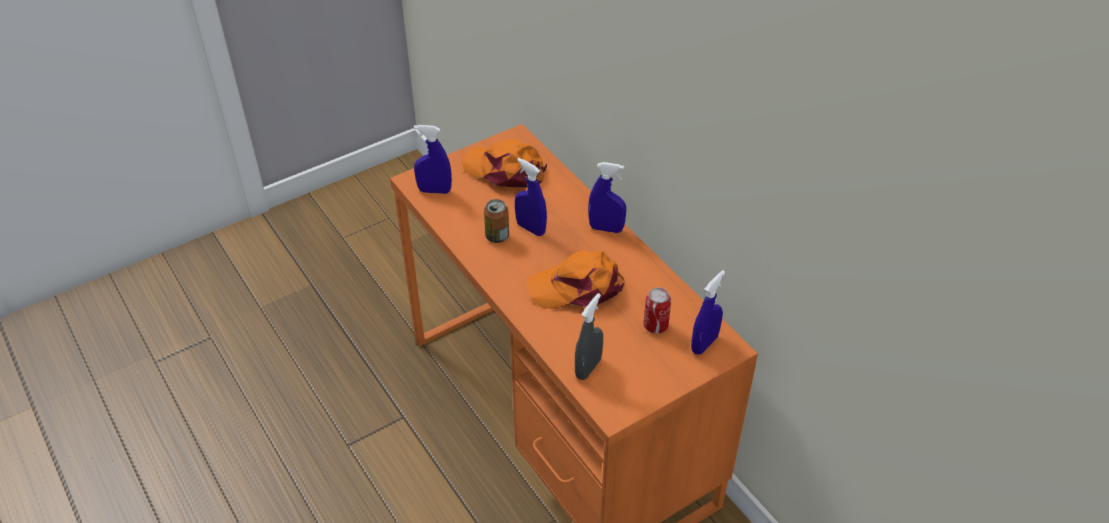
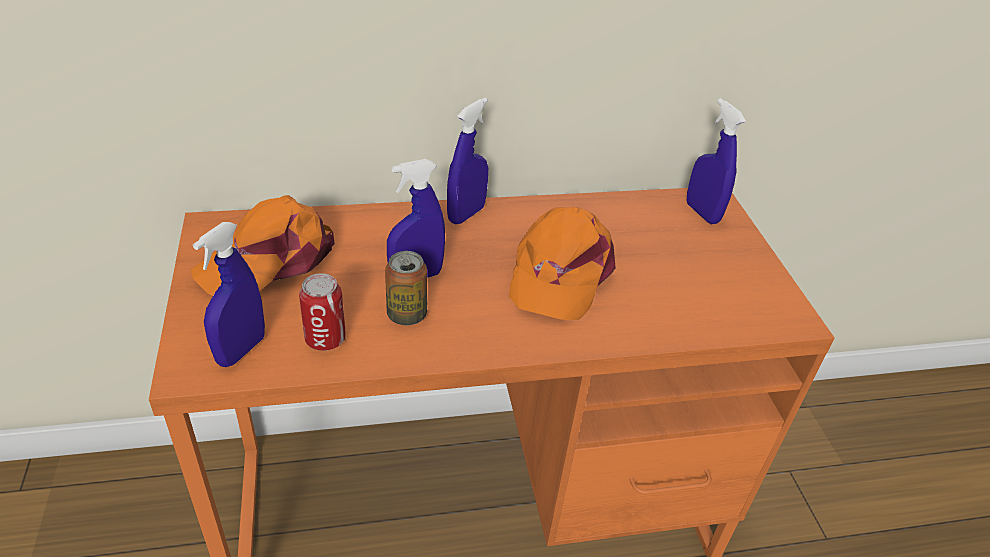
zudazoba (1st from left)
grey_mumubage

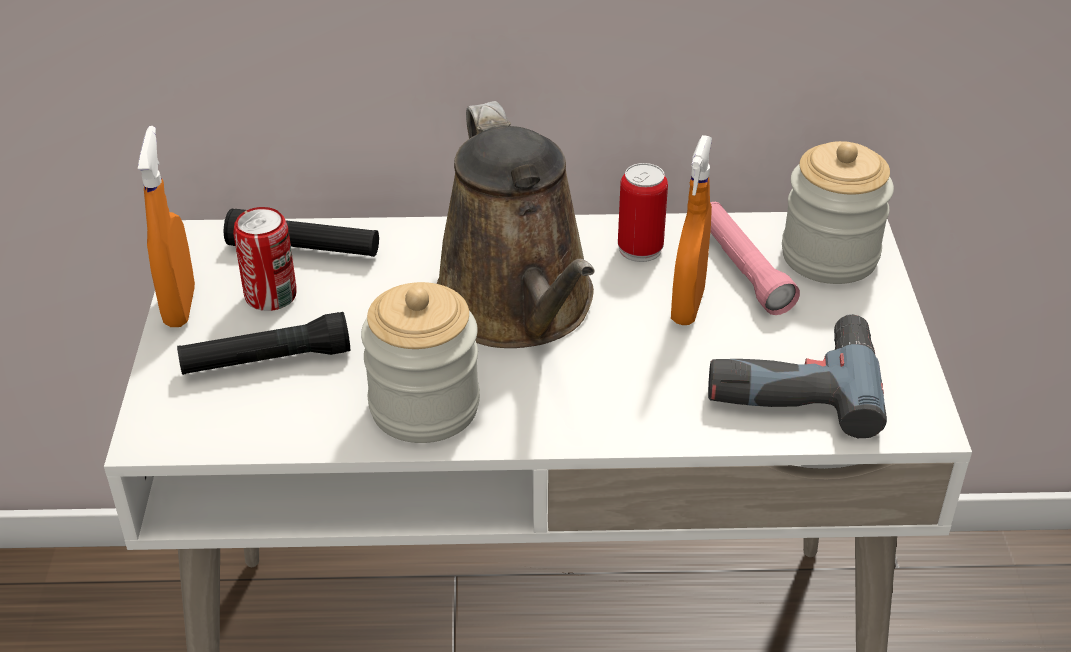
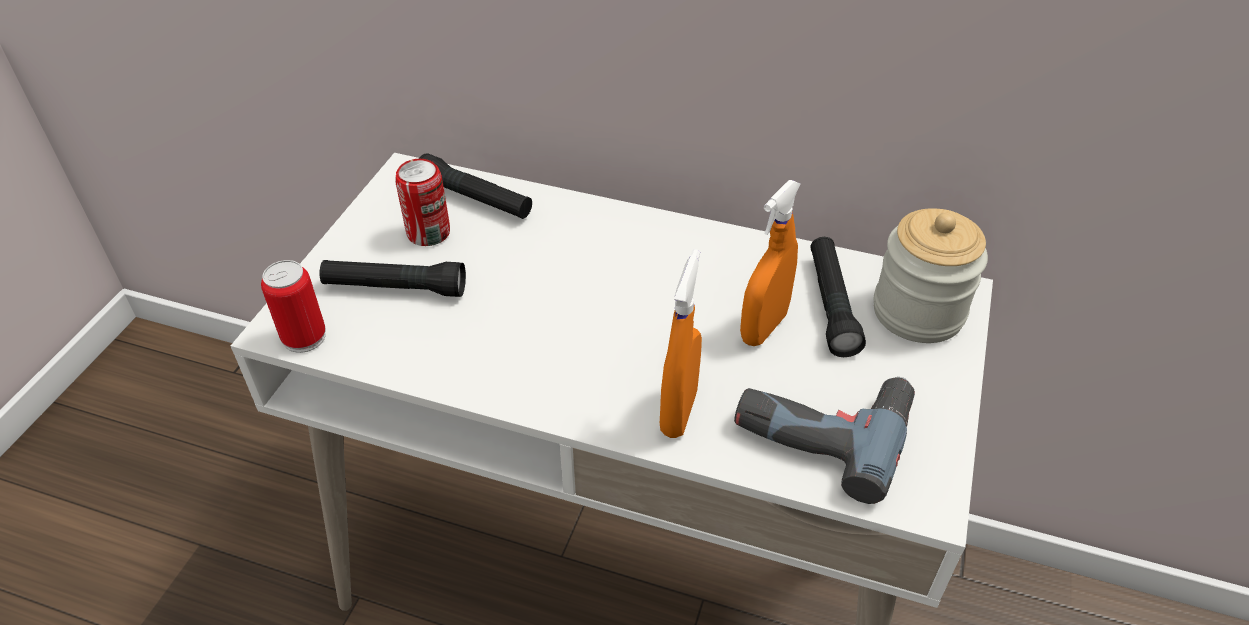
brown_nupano
orange_mumubage (1st from left)
zudazoba (1st from left)
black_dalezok (3rd from left)
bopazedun (1st from left in the first image)

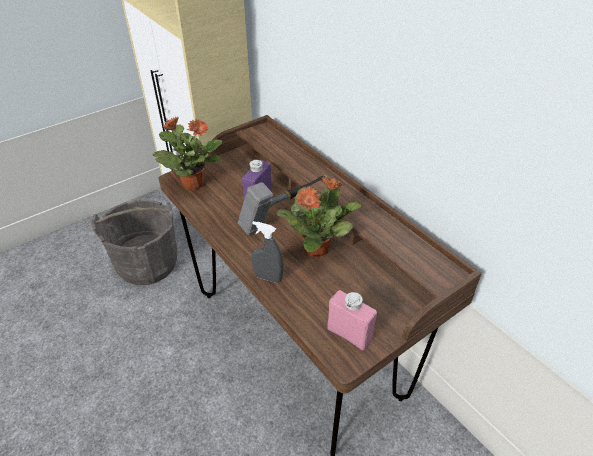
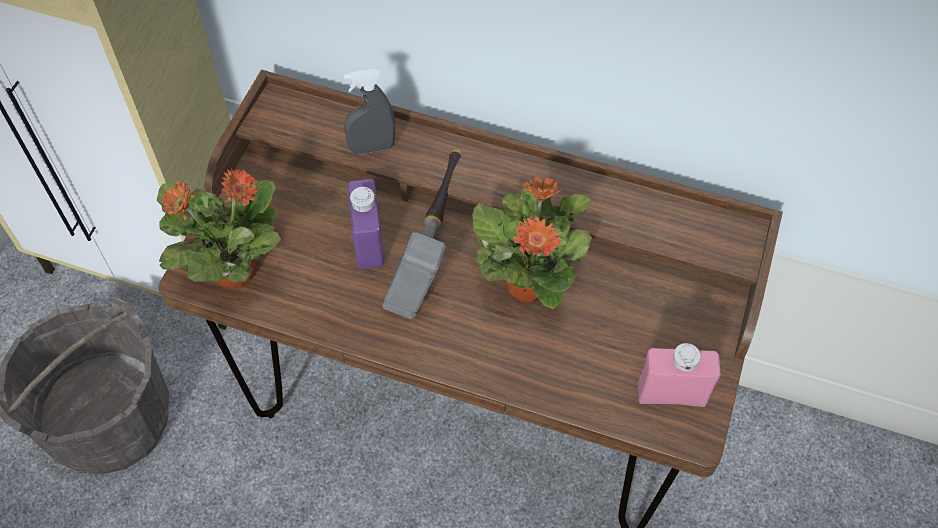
grey_mumubage

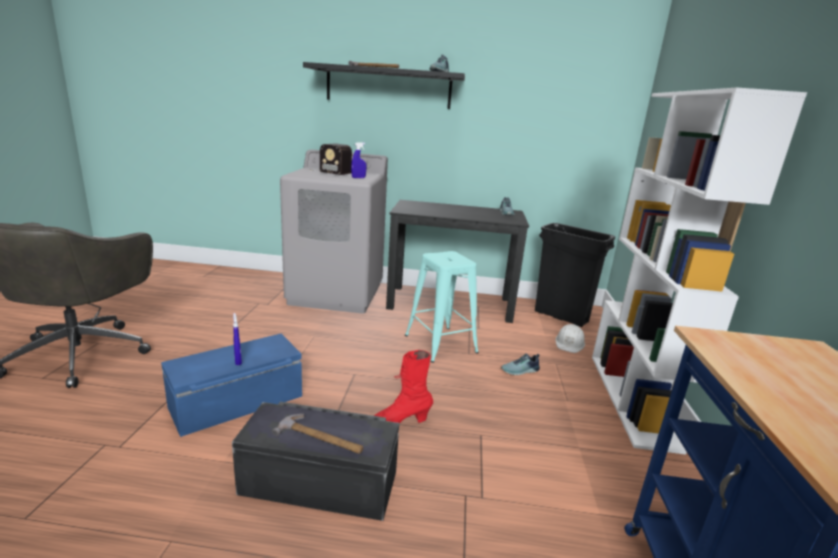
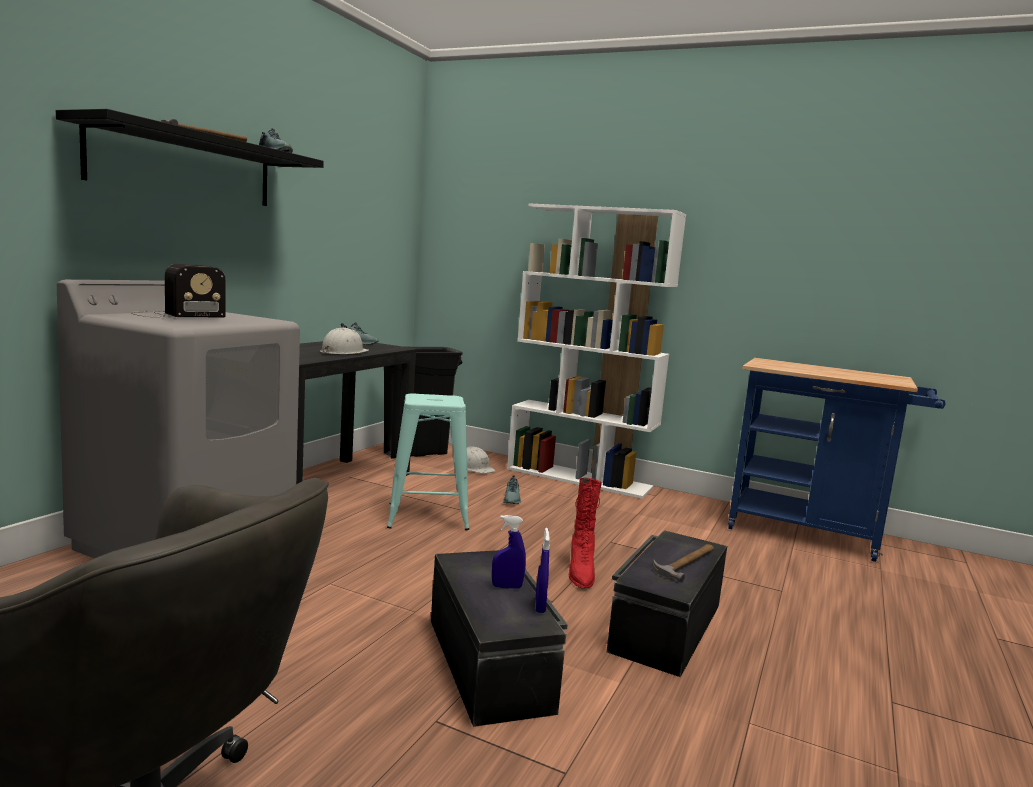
blue_mumubage (2nd from left)
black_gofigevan (1st from left)
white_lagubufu (1st from left)

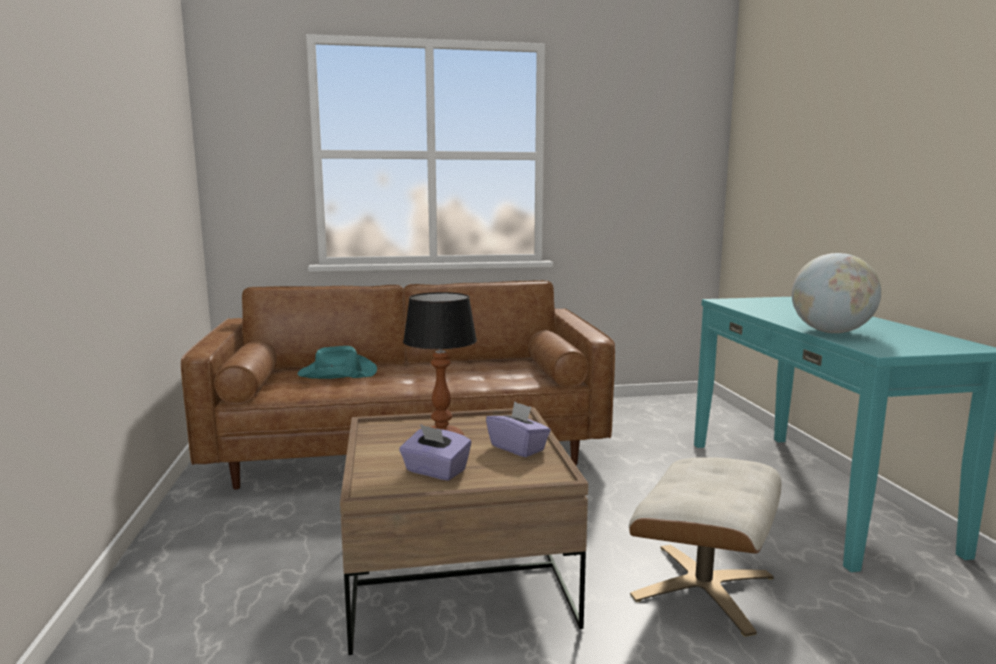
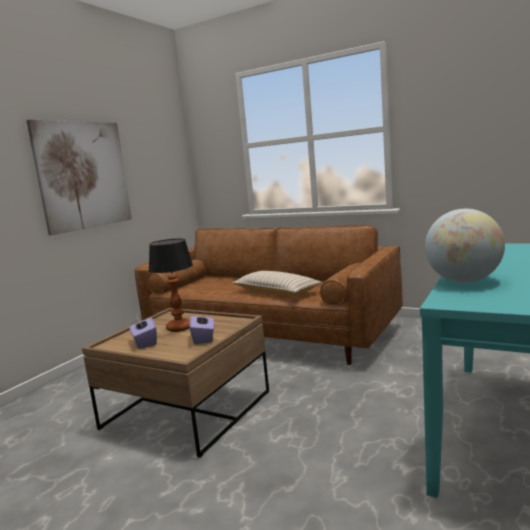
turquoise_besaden
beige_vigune
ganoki
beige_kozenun

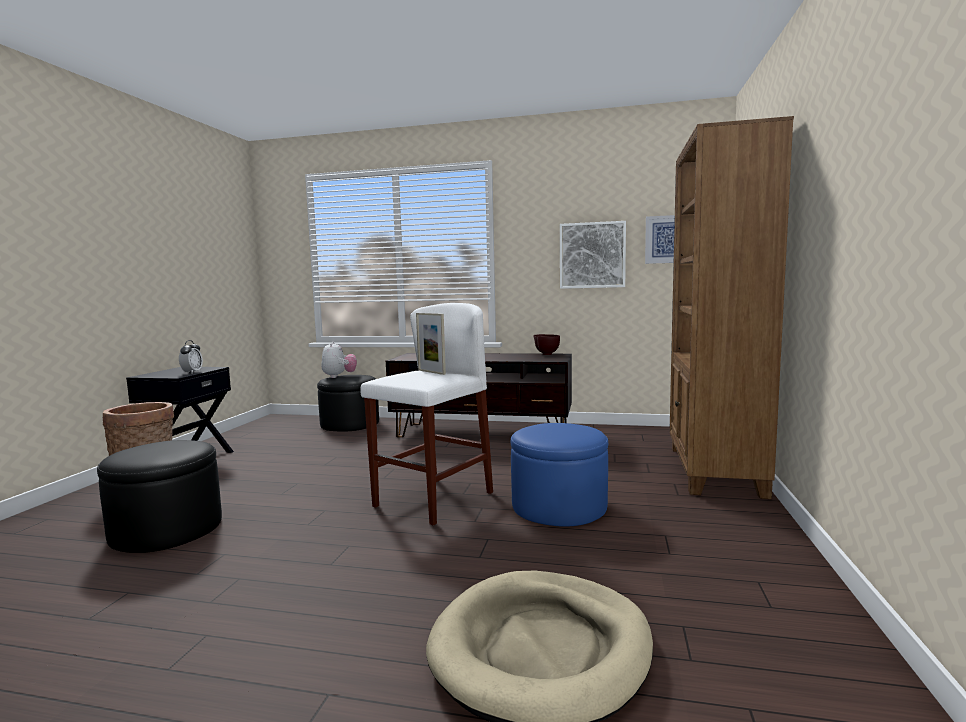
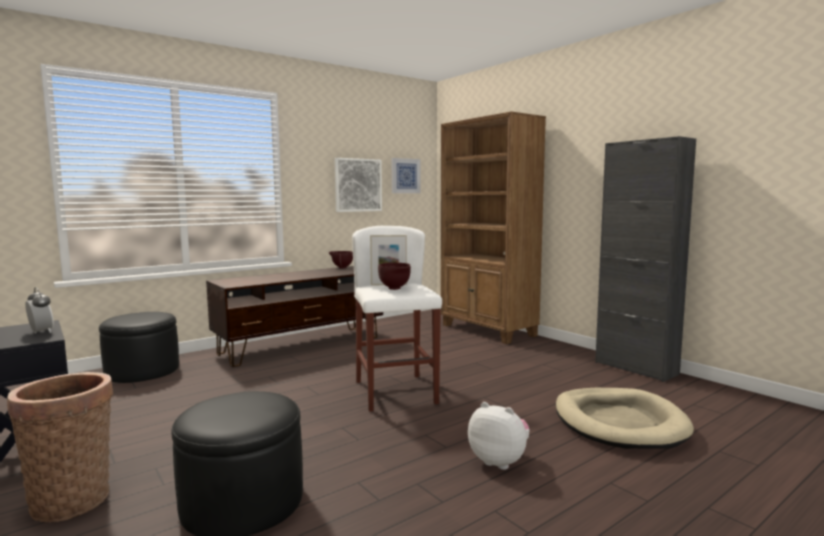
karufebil
blue_vigune
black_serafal
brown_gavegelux (2nd from left)

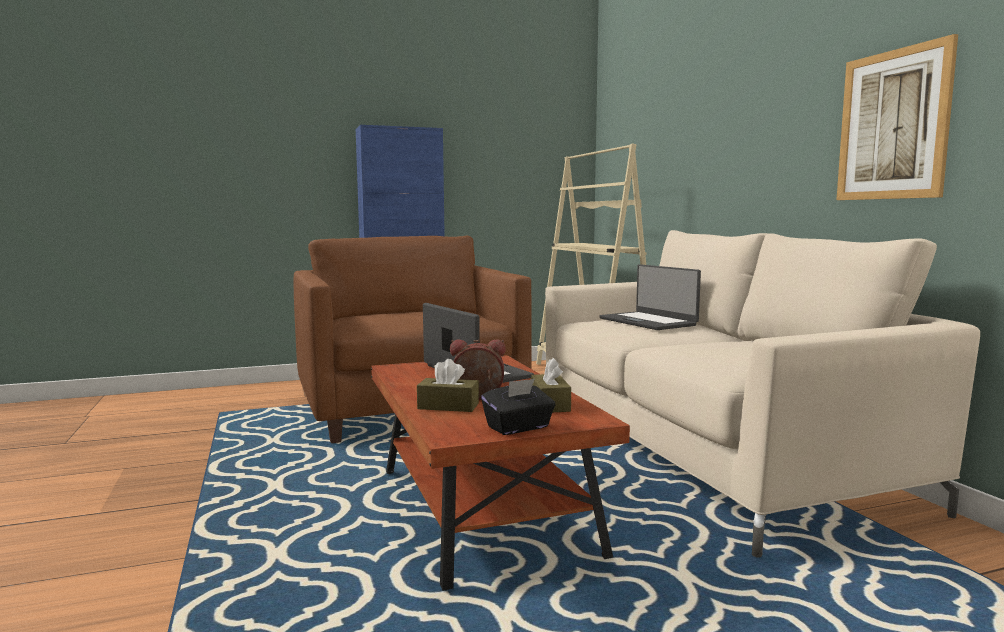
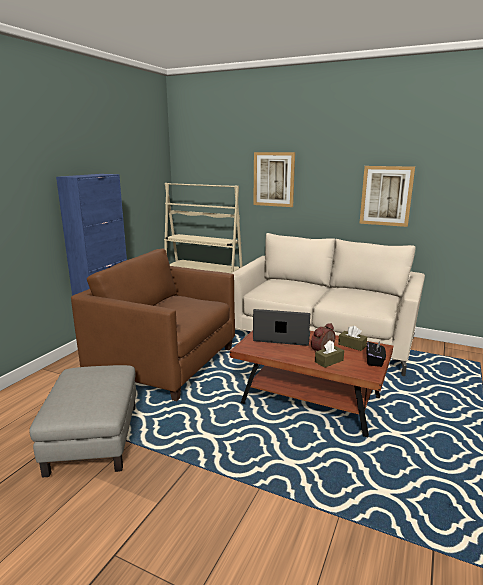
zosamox (2nd from left in the first image)
ganoki (1st from left)
grey_vigune

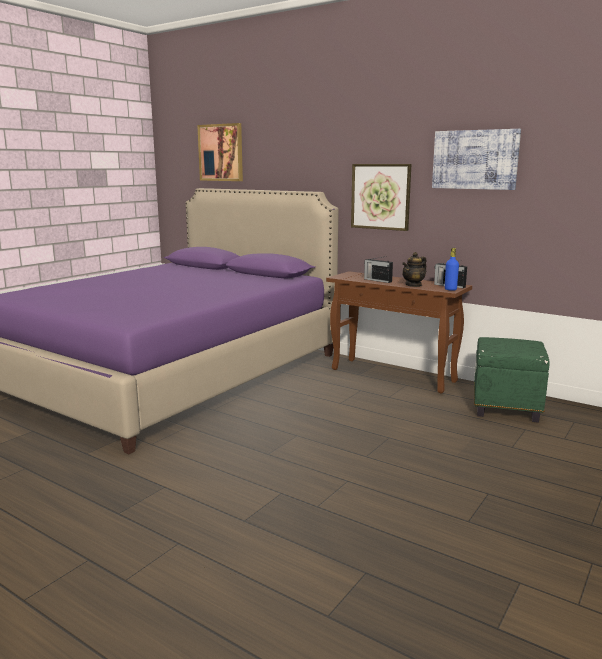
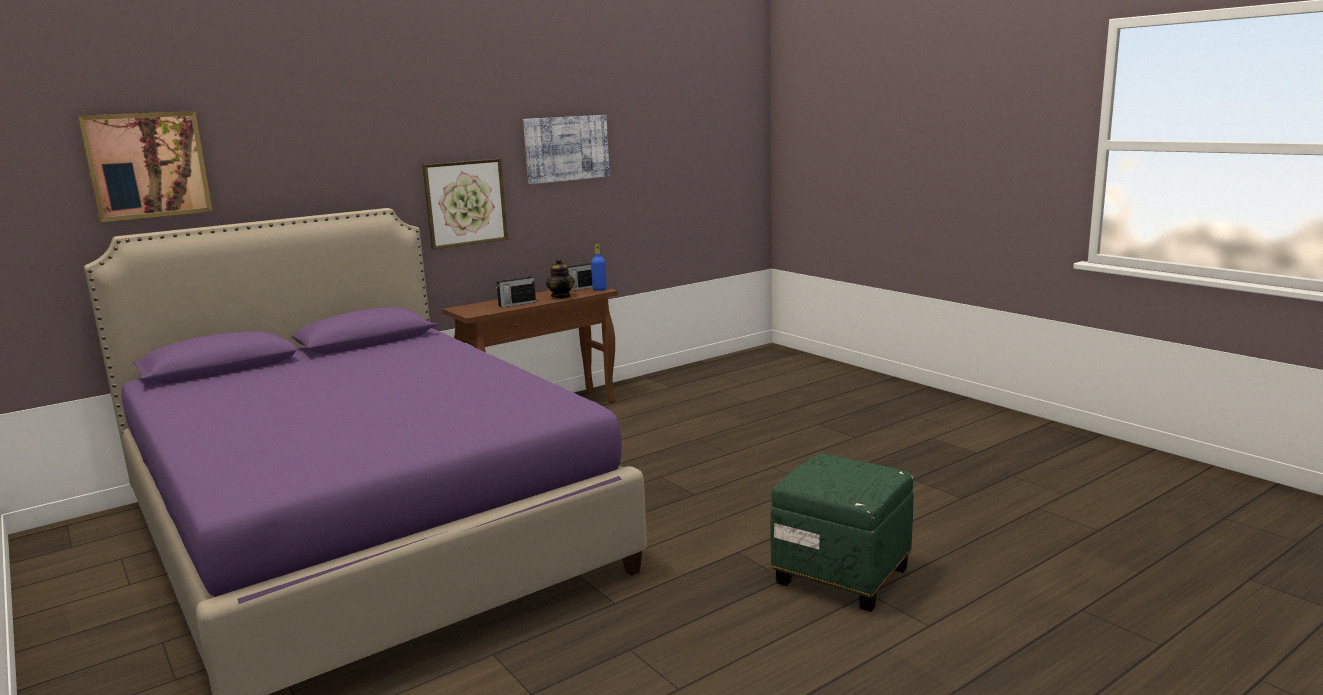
green_vigune

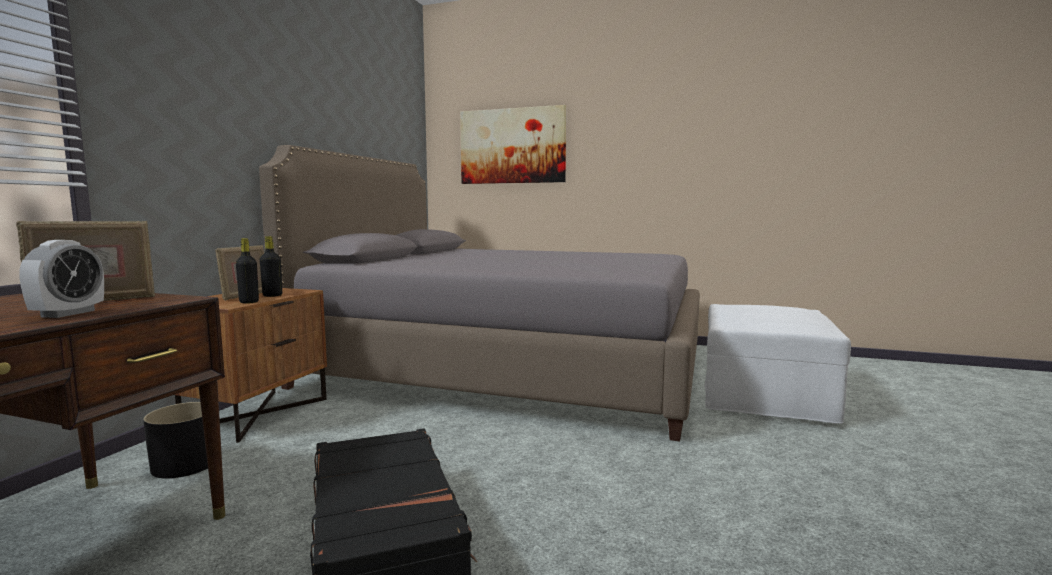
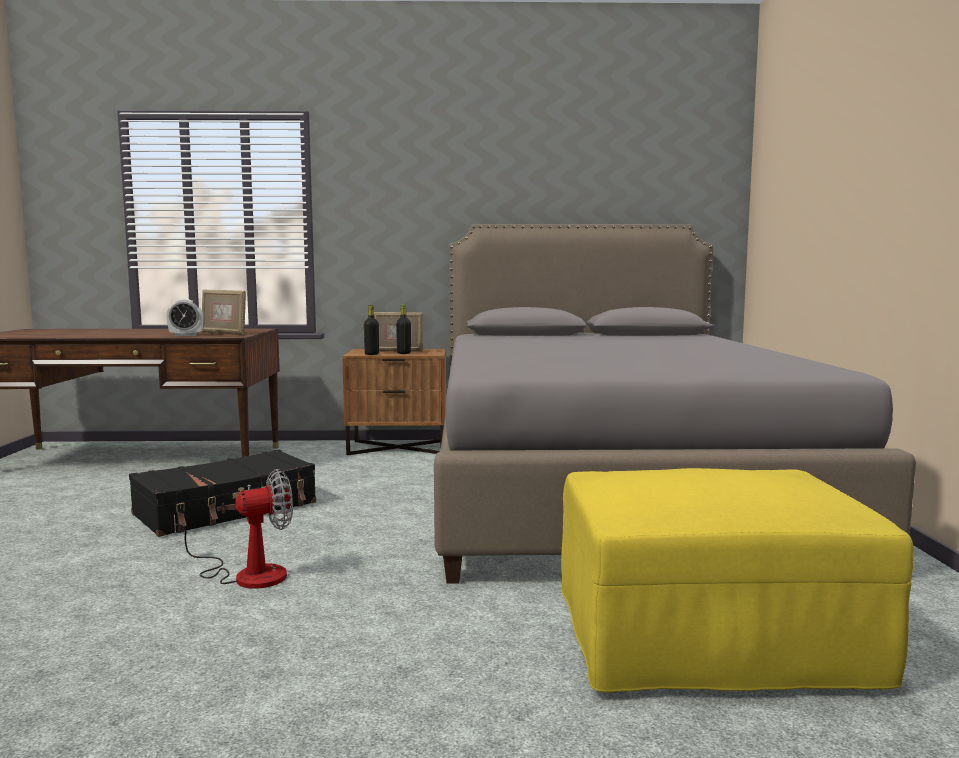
ganoki
yellow_vigune
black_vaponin
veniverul

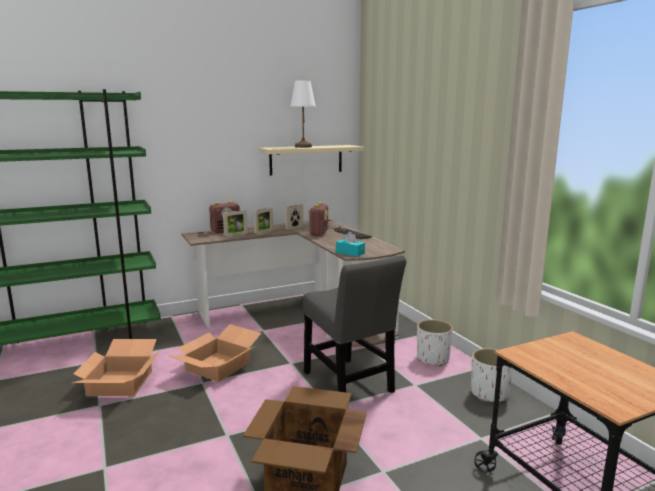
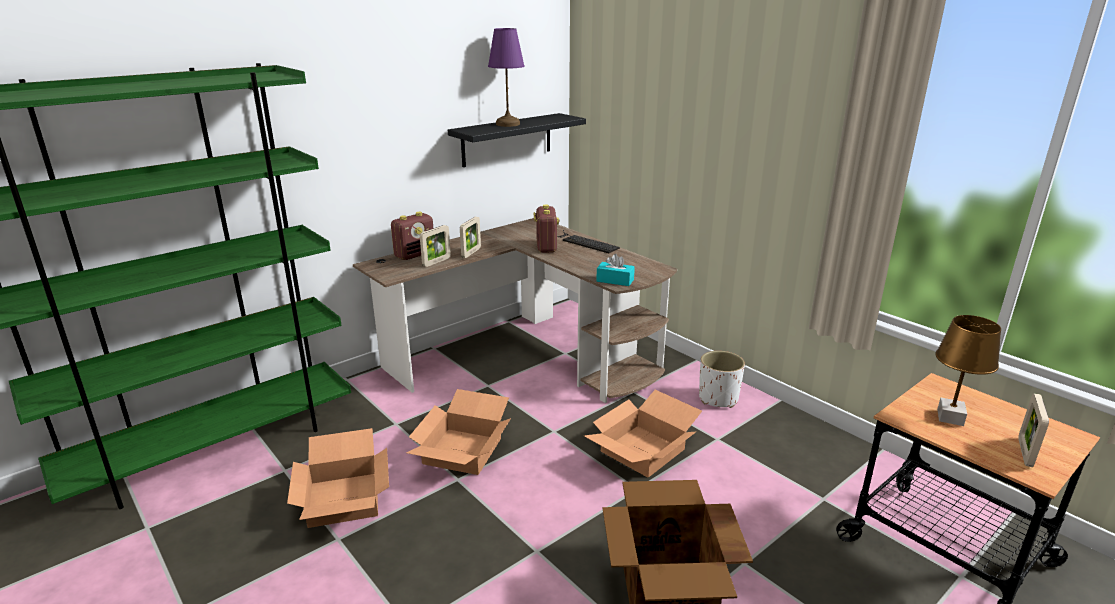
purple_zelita
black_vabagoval
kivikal (3rd from left)
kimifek (3rd from left)
white_vaponin (2nd from left in the first image)
brown_zelita

